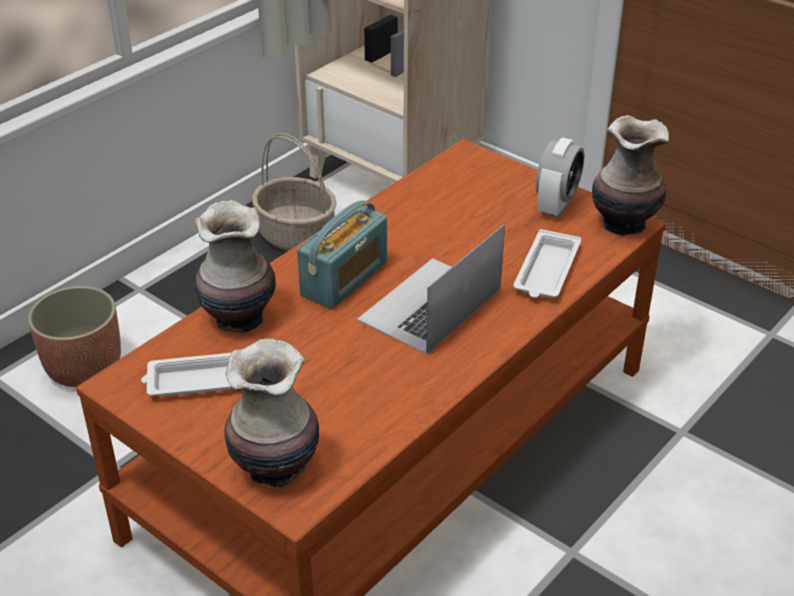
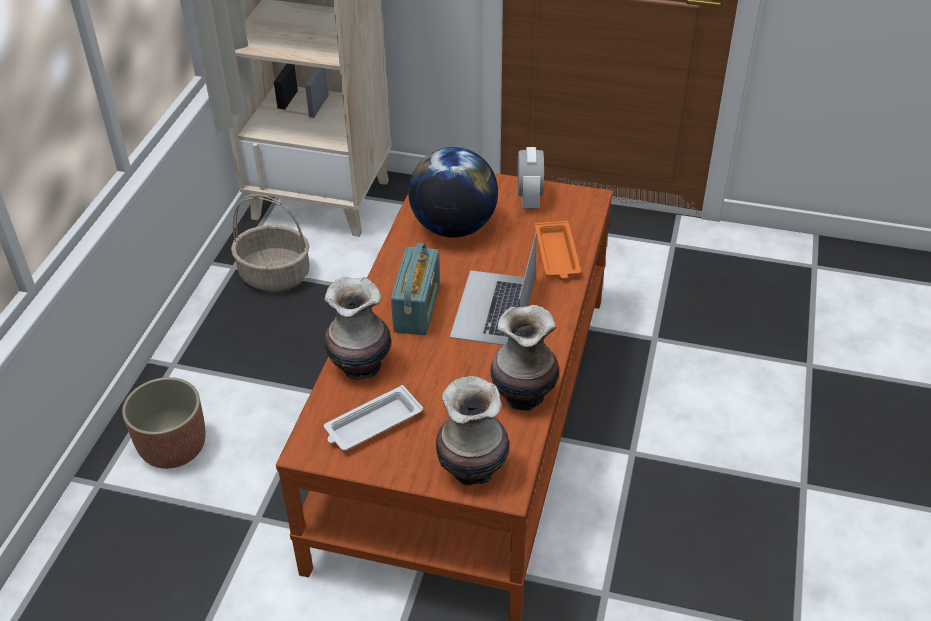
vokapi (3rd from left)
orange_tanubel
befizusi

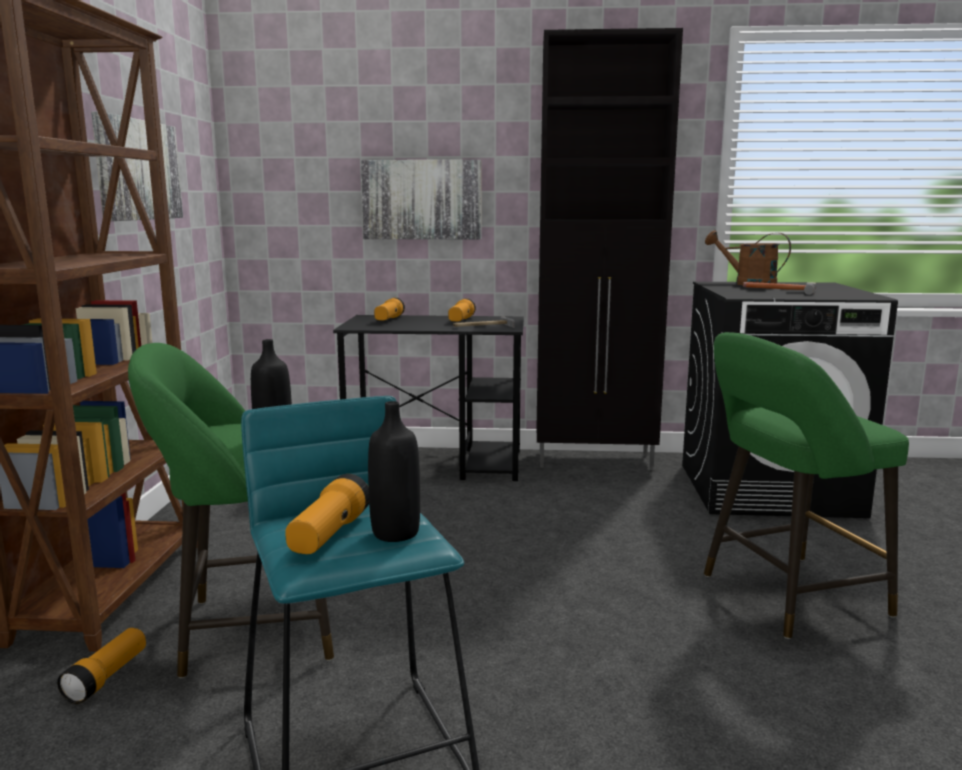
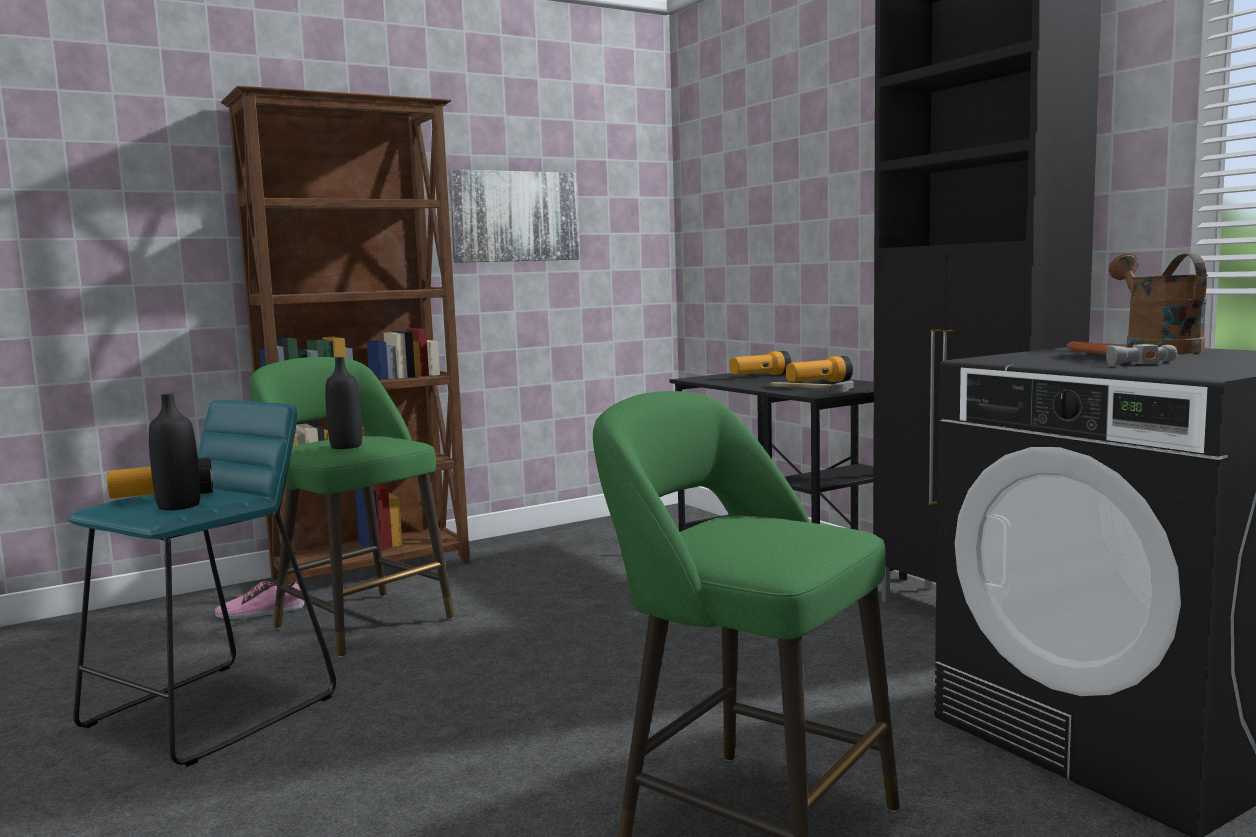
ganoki (2nd from left in the first image)
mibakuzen

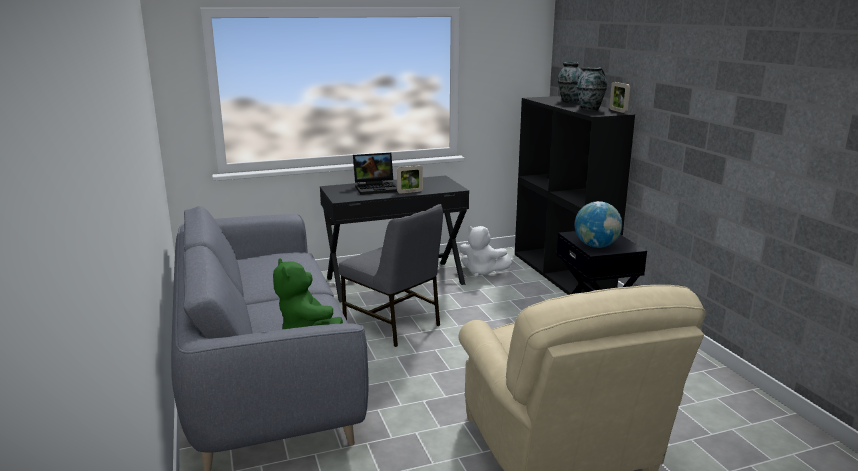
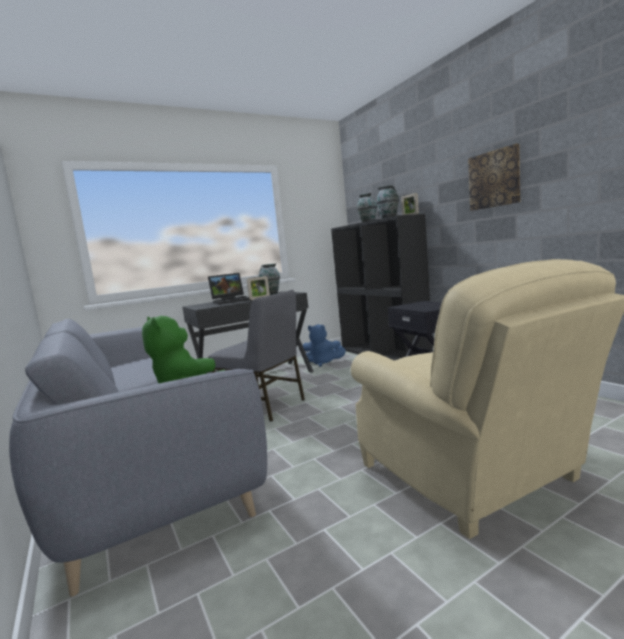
befizusi
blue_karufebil
ganoki
vokapi (1st from left)

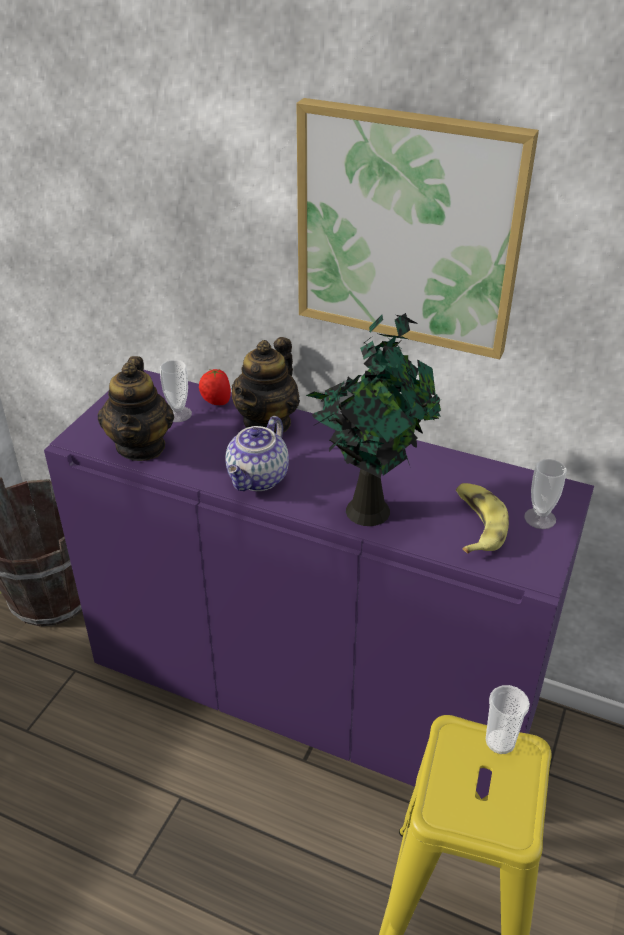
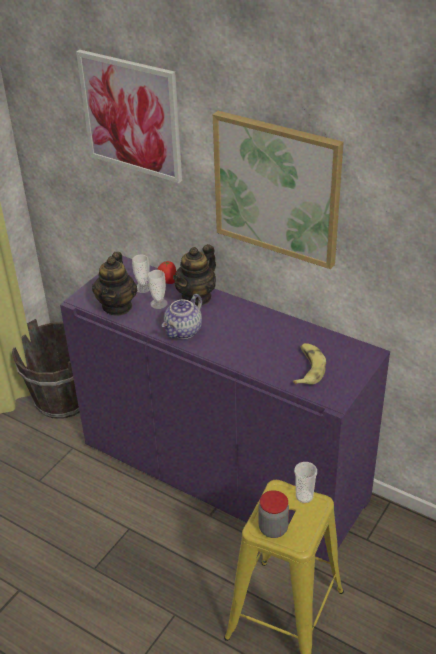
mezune
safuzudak (2nd from left)
ganoki (1st from left)
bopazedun

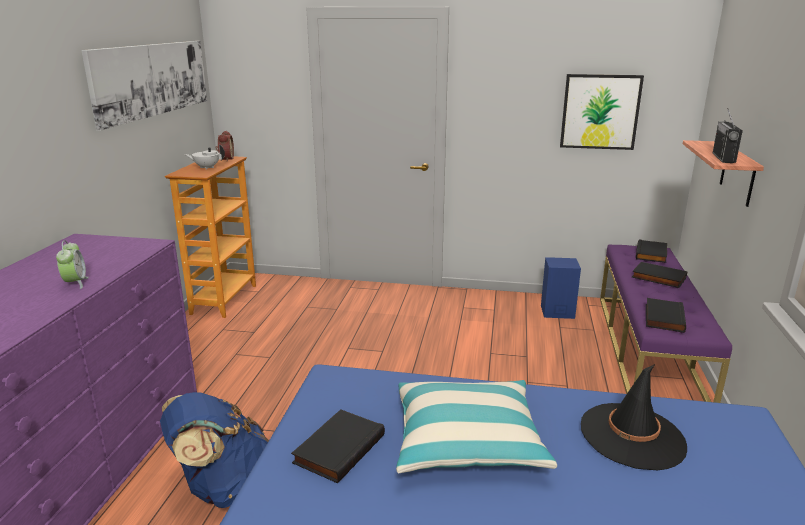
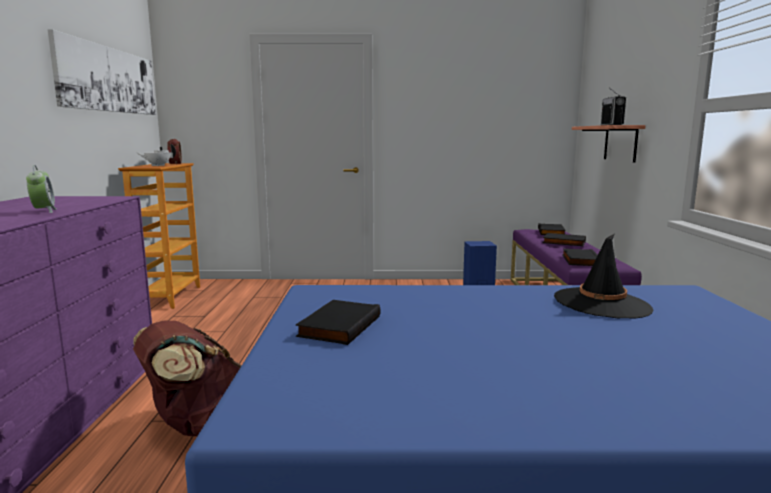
ganoki (2nd from left in the first image)
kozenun
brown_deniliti

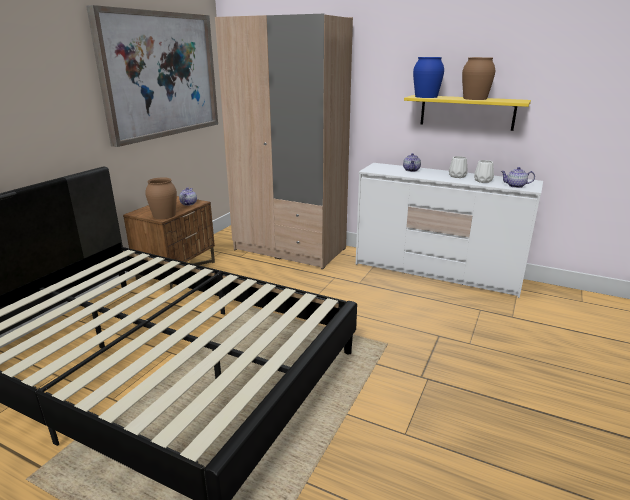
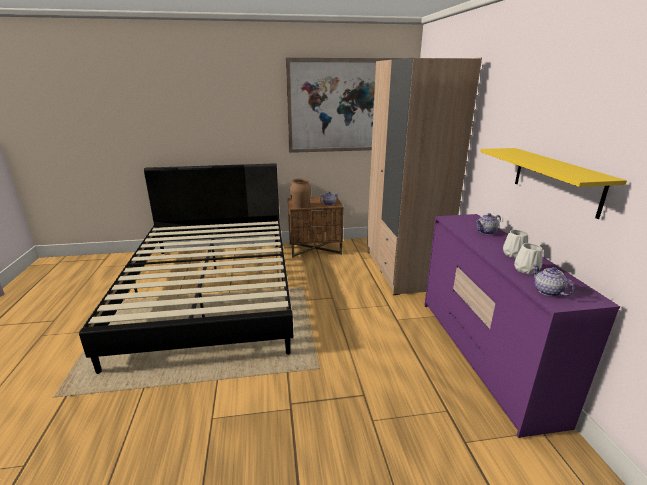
blue_vokapi
brown_vokapi (2nd from left in the first image)
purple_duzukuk

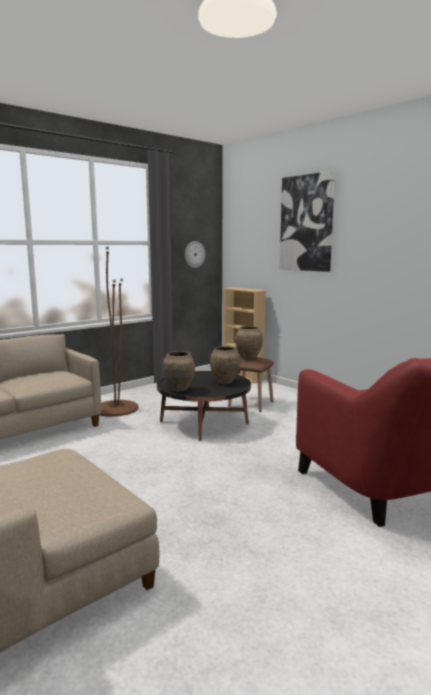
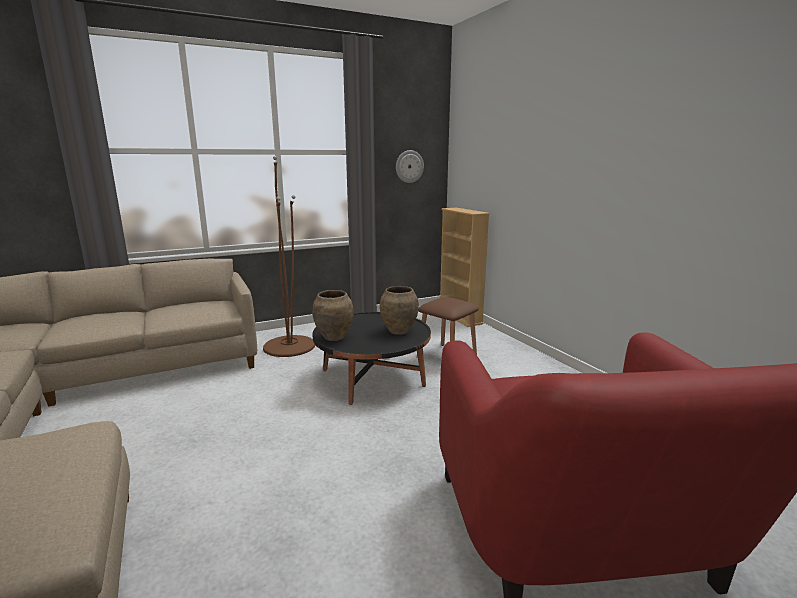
ganoki
brown_vokapi (3rd from left in the first image)

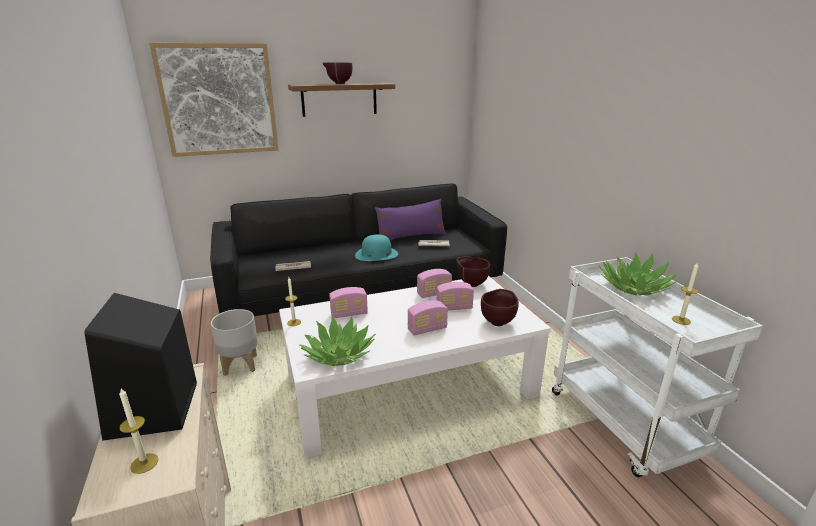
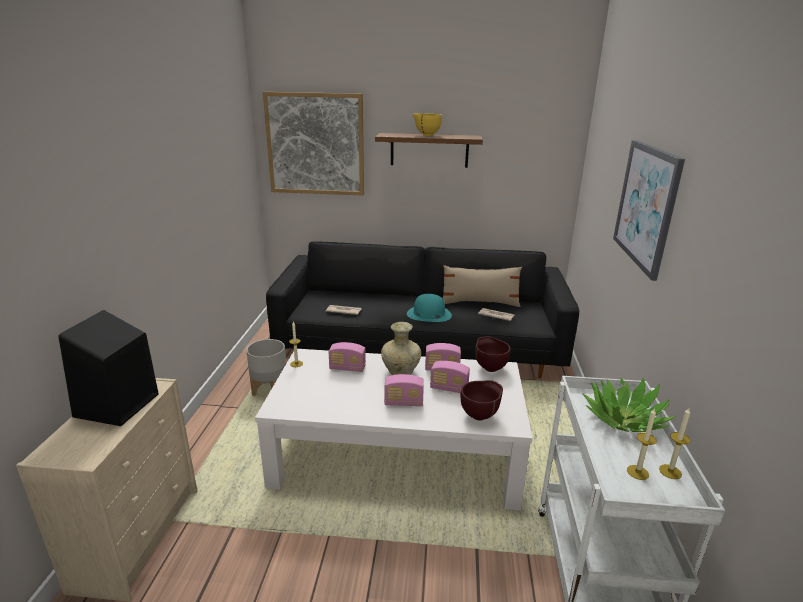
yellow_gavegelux
beige_kozenun
mezune (1st from left in the first image)
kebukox (3rd from left)
ganoki (2nd from left)
beige_vokapi

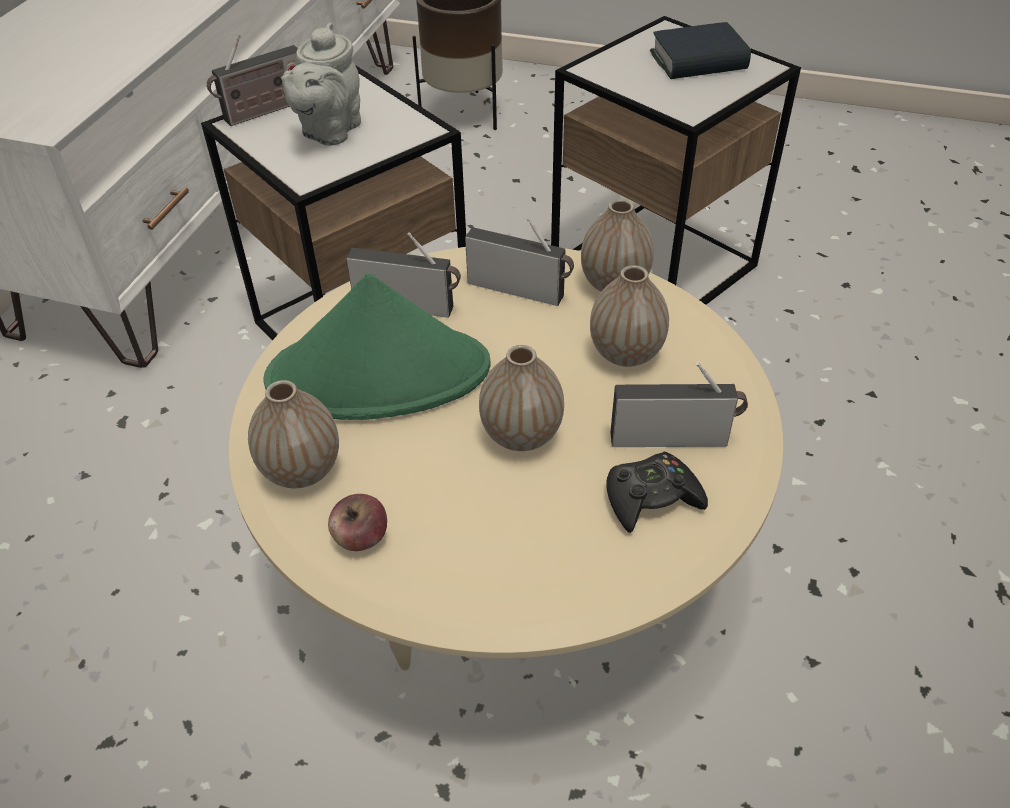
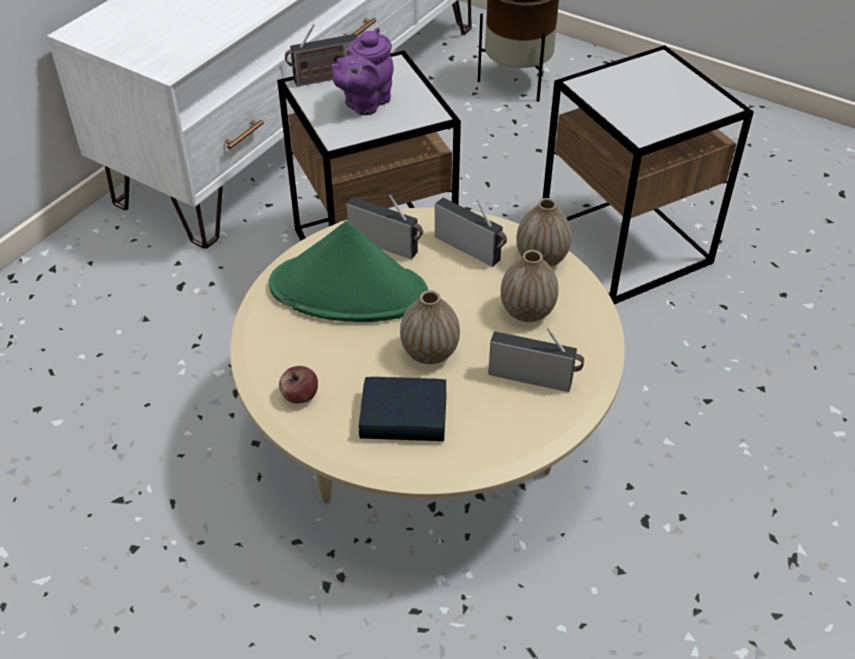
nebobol
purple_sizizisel
vokapi (1st from left in the first image)
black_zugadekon

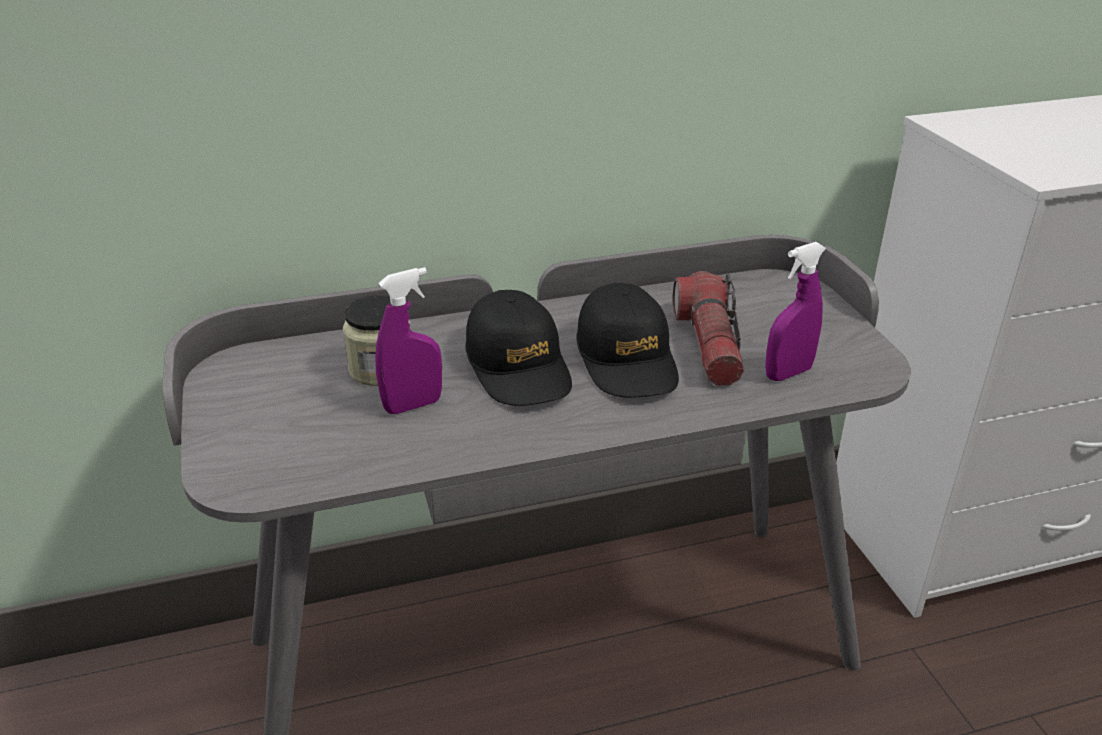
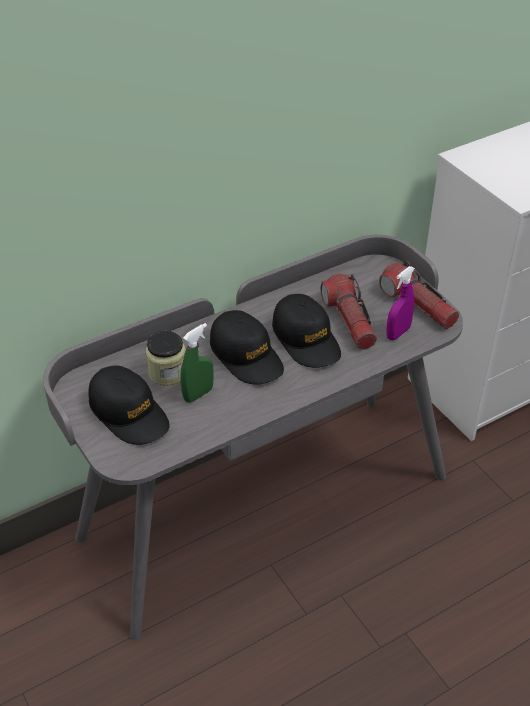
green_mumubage
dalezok (2nd from left)
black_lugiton (1st from left)

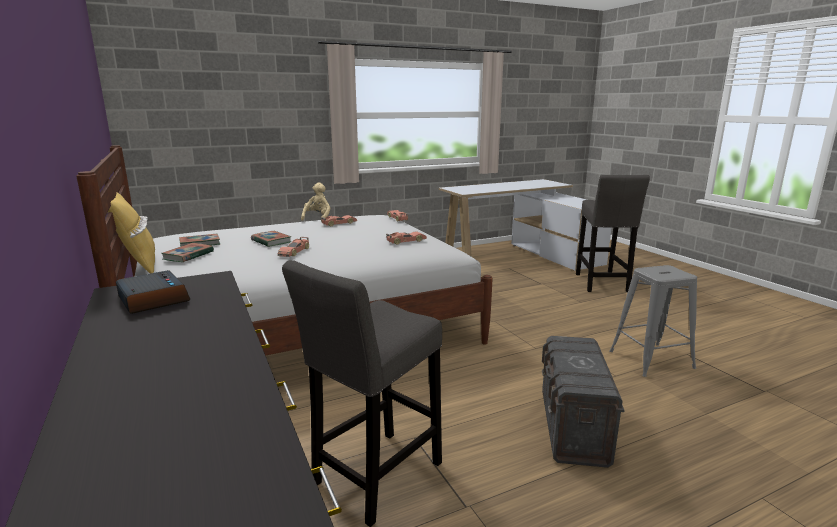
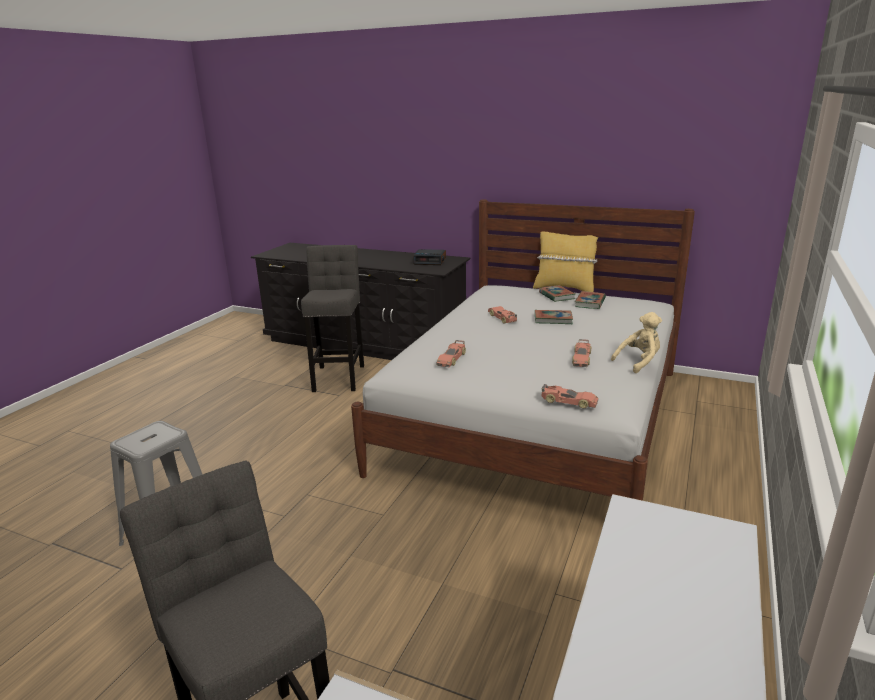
beige_karufebil
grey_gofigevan

